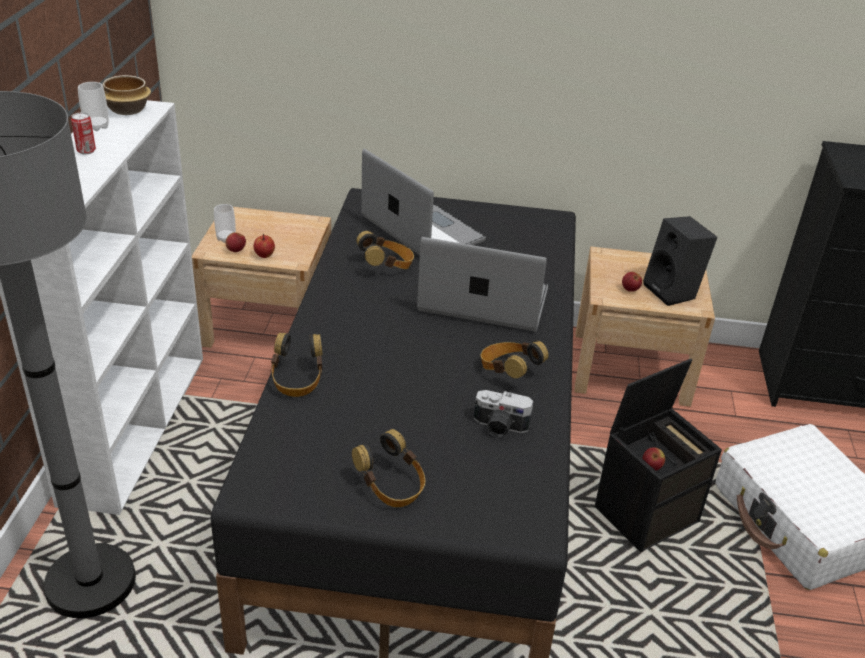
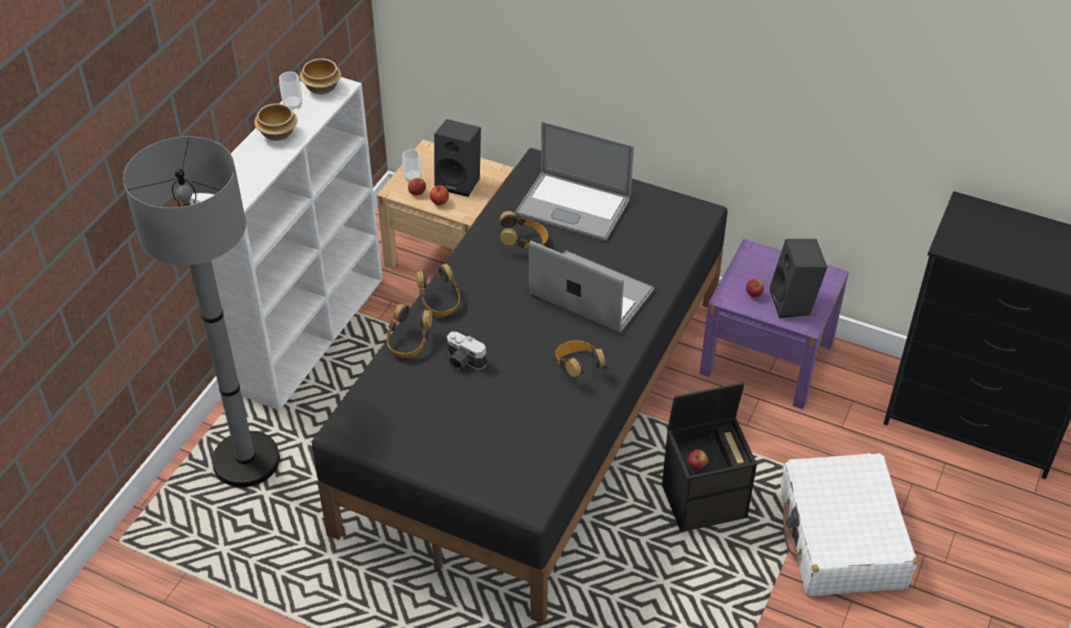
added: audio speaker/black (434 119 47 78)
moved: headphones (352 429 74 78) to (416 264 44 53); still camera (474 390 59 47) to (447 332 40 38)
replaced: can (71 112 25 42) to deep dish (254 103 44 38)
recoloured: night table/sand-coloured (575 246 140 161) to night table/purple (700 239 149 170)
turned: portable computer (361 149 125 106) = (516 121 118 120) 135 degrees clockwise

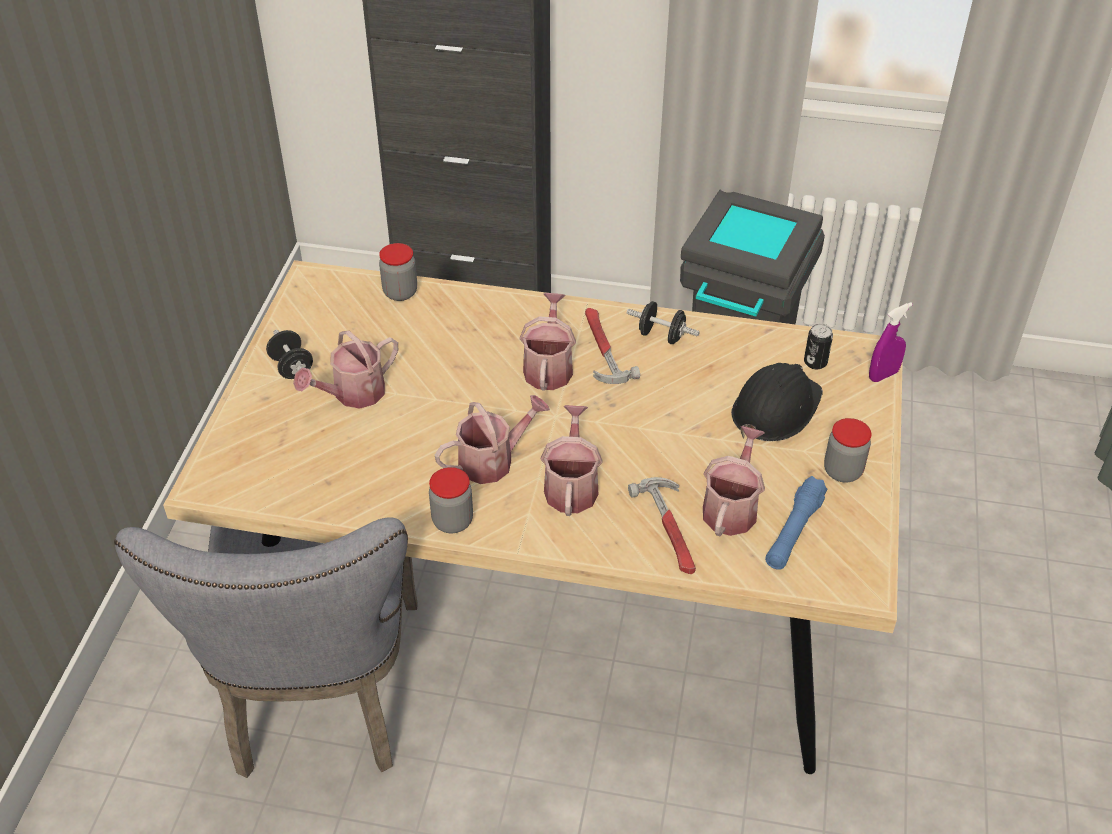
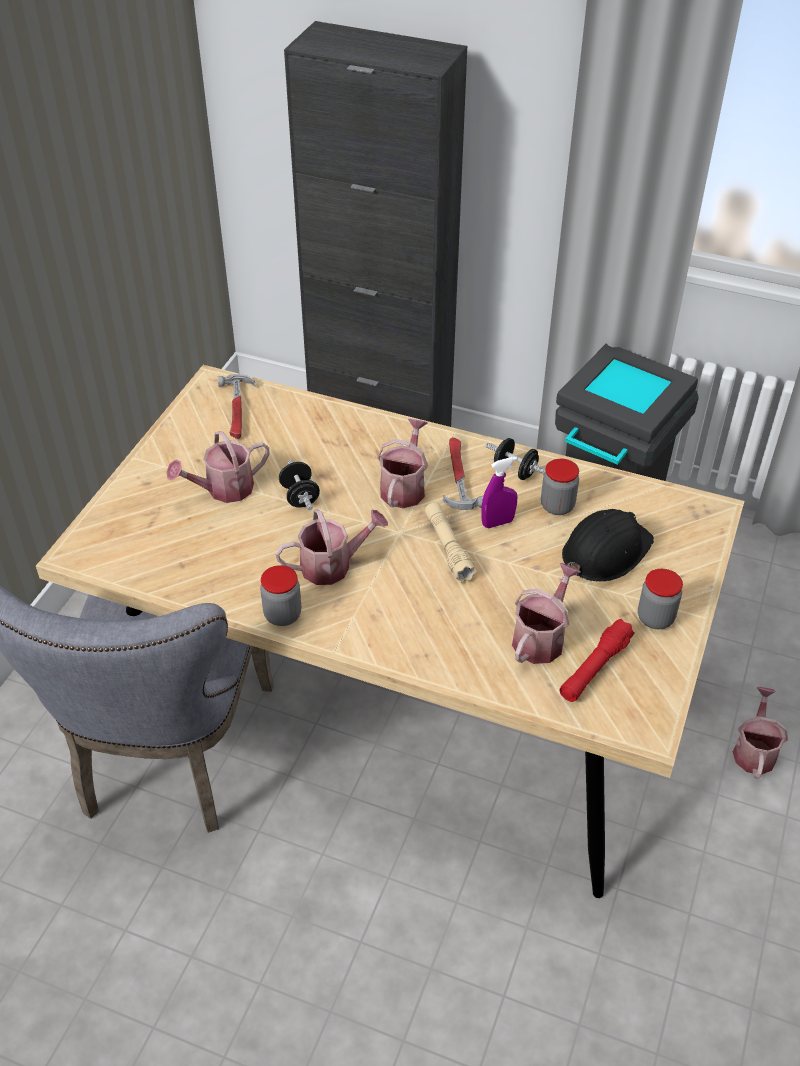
removed: can (804 324 29 45)
added: torch/sand-coloured (425 502 52 81)
moved: free weight/black (266 330 47 49) to (279 460 41 50); storage jar (379 243 38 58) to (541 459 38 56); sprinkling can (541 405 62 111) to (733 687 55 92); hand hammer (628 477 68 97) to (218 374 38 65); spray bottle/purple (869 302 44 80) to (481 457 36 71)
recoloured: torch/blue (765 476 62 94) to torch/red-coloured (559 619 76 83)

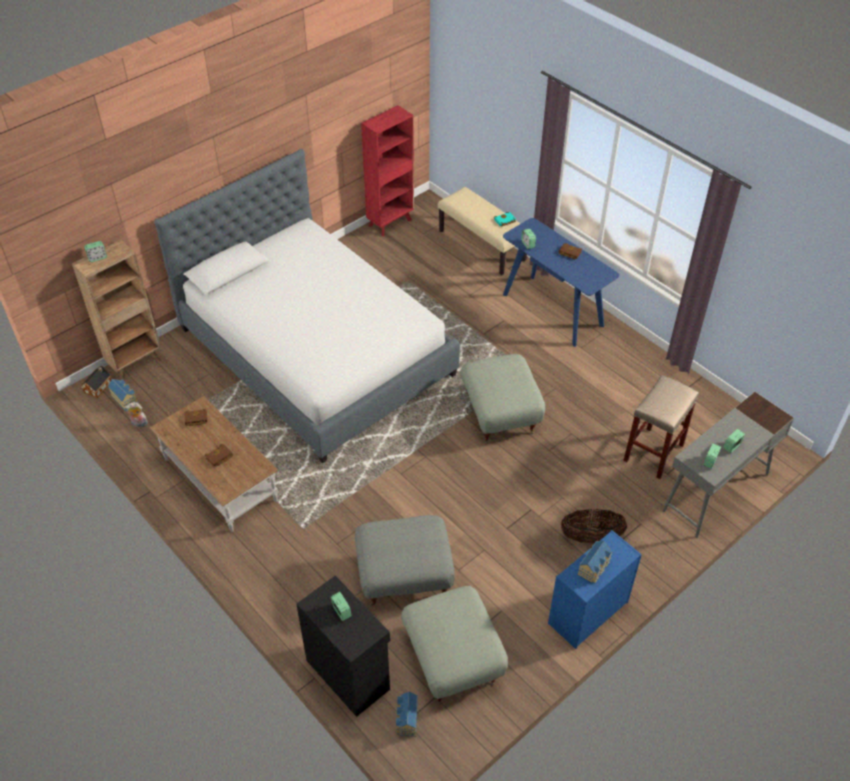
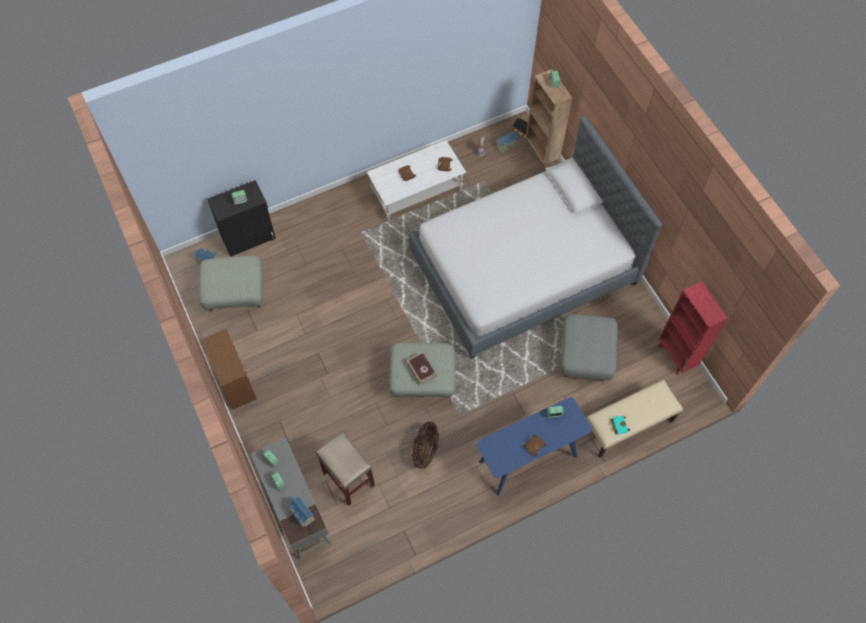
added: bound book (407 352 29 33)
moved: footrest/gray (355 515 100 90) to (561 314 57 69); storage basket (561 509 66 35) to (412 422 27 47); miniature house (577 541 35 42) to (288 497 27 30)
recoloured: lounge table/brown-coloured (150 396 128 136) to lounge table/white-coloured (367 140 99 81); drawer chest/blue (548 530 94 119) to drawer chest/brown-coloured (201 330 56 79)

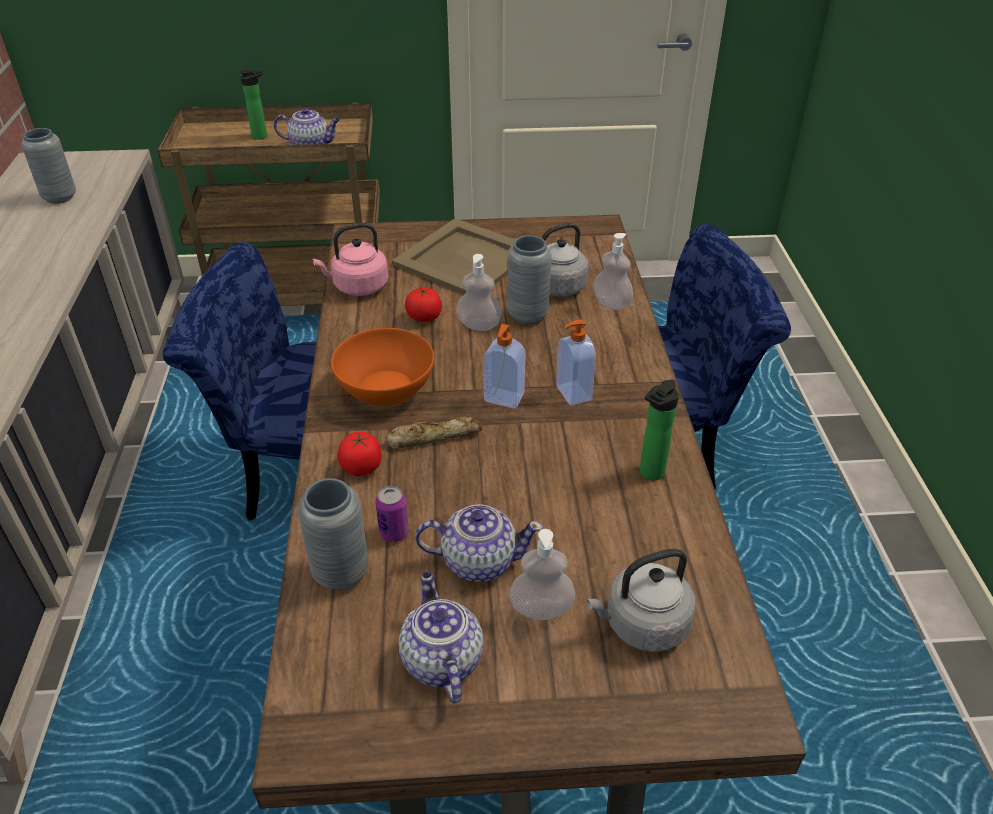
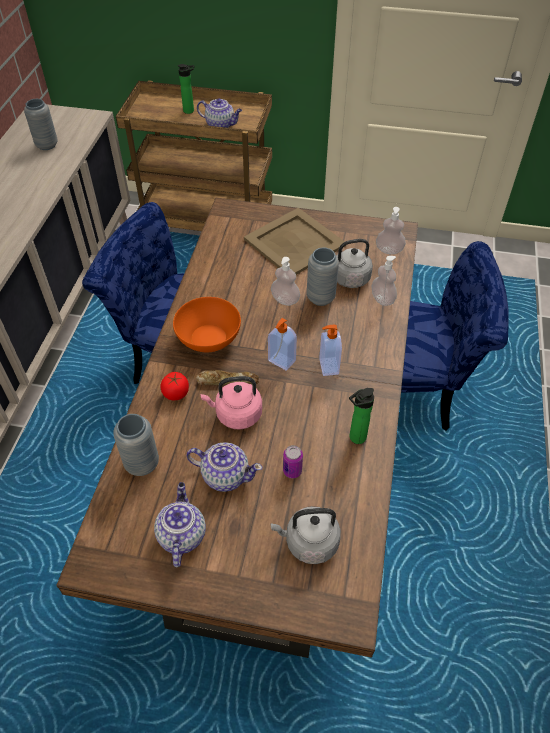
removed: fresh tomato (405 287 37 35)
moved: tea kettle/pinkish (312 223 77 73) to (201 376 61 54); can (375 486 34 56) to (283 445 20 33); soap bottle (510 529 65 91) to (376 207 30 47)

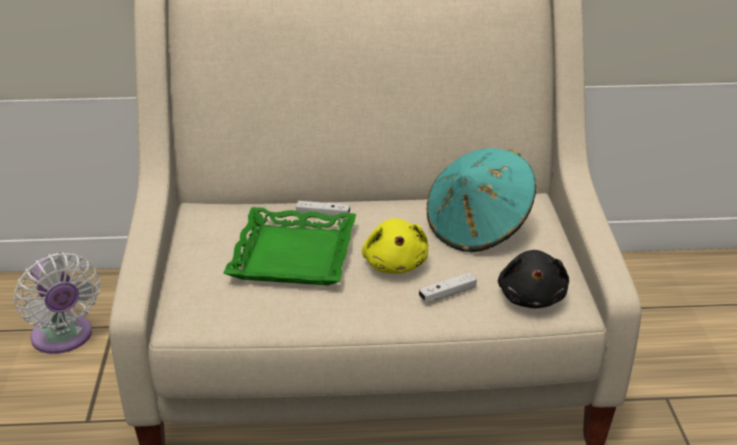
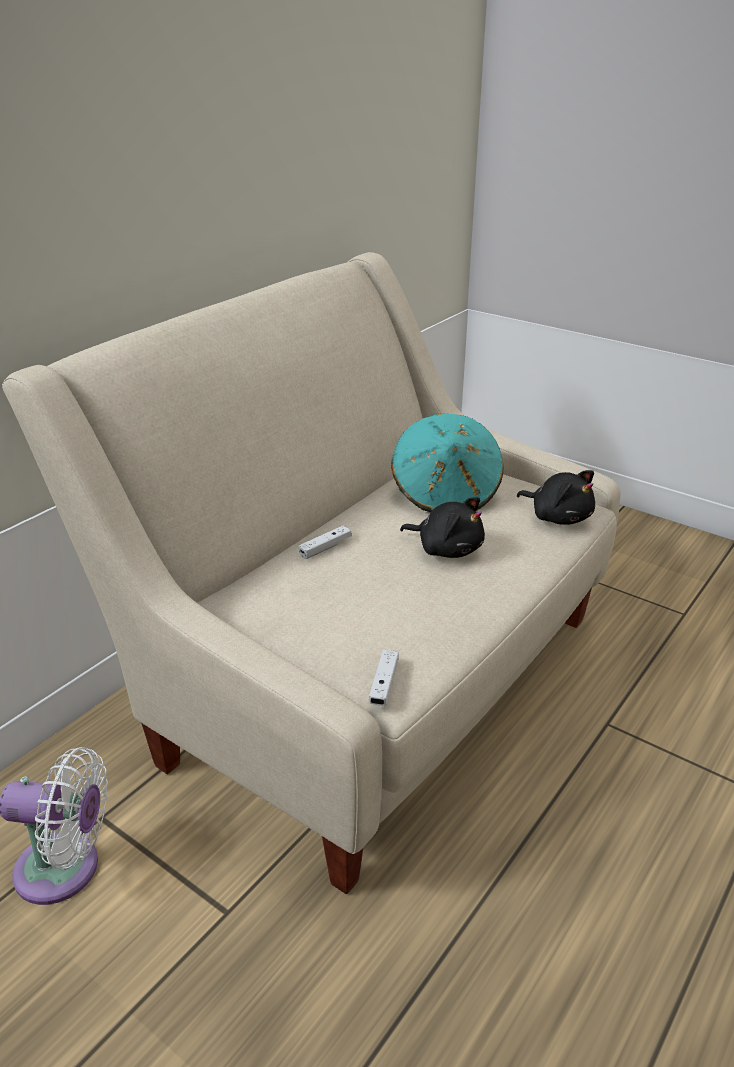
removed: carrying tray/green-coloured (223 207 133 79)
moved: joypad/white-coloured (419 273 58 29) to (369 650 30 56)
recoloured: plush toy/yellow (362 218 66 56) to plush toy/black (400 497 85 61)

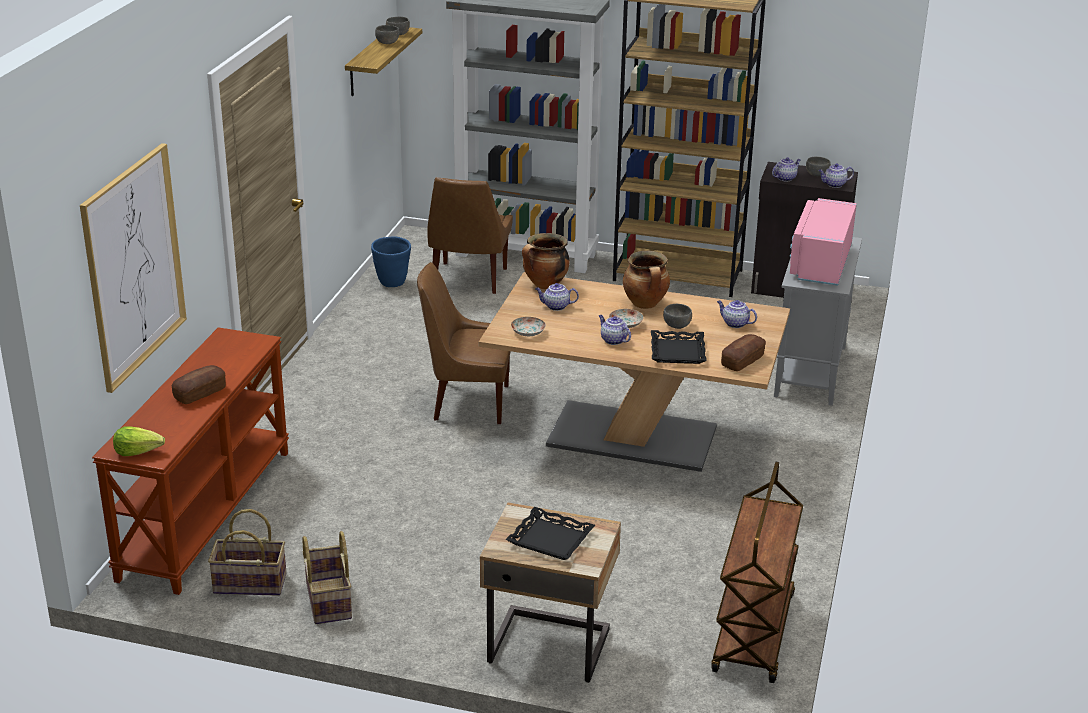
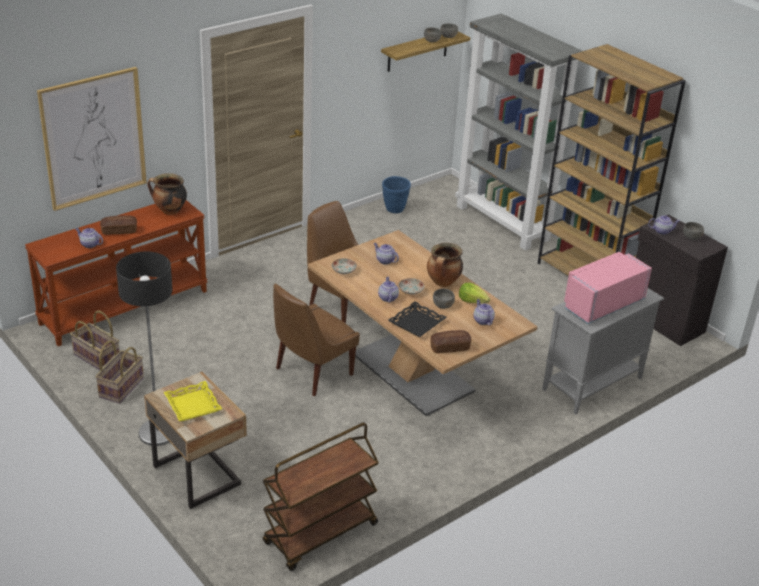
added: standard lamp (116 252 57 194)
moved: lettuce head (113 426 52 30) to (459 283 31 20); upright chair/brown-coloured (427 177 86 117) to (273 284 87 112); saucepot (522 233 48 56) to (147 173 40 42); pot for tea (818 163 36 25) to (76 228 27 20)
recoloured: carrying tray/black (505 507 90 53) to carrying tray/yellow (164 381 58 40)

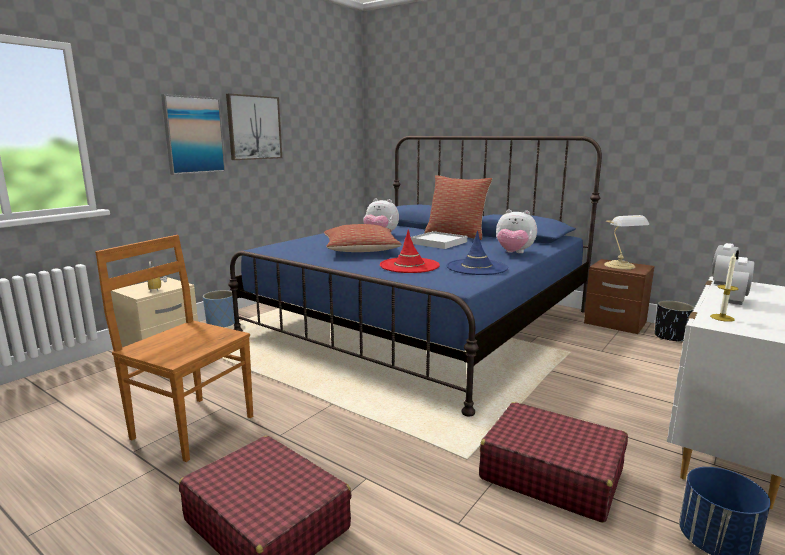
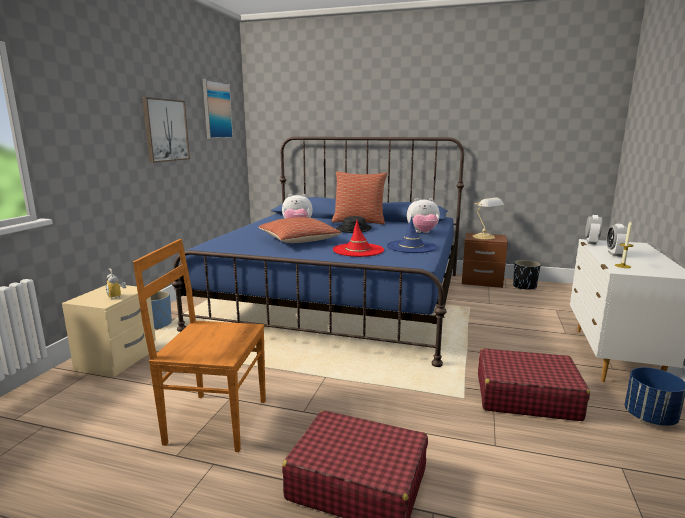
moved: wall art (161 94 65 81) to (203 79 30 60)
replaced: carrying tray/white-coloured (411 231 56 18) to hat/black (336 216 36 17)

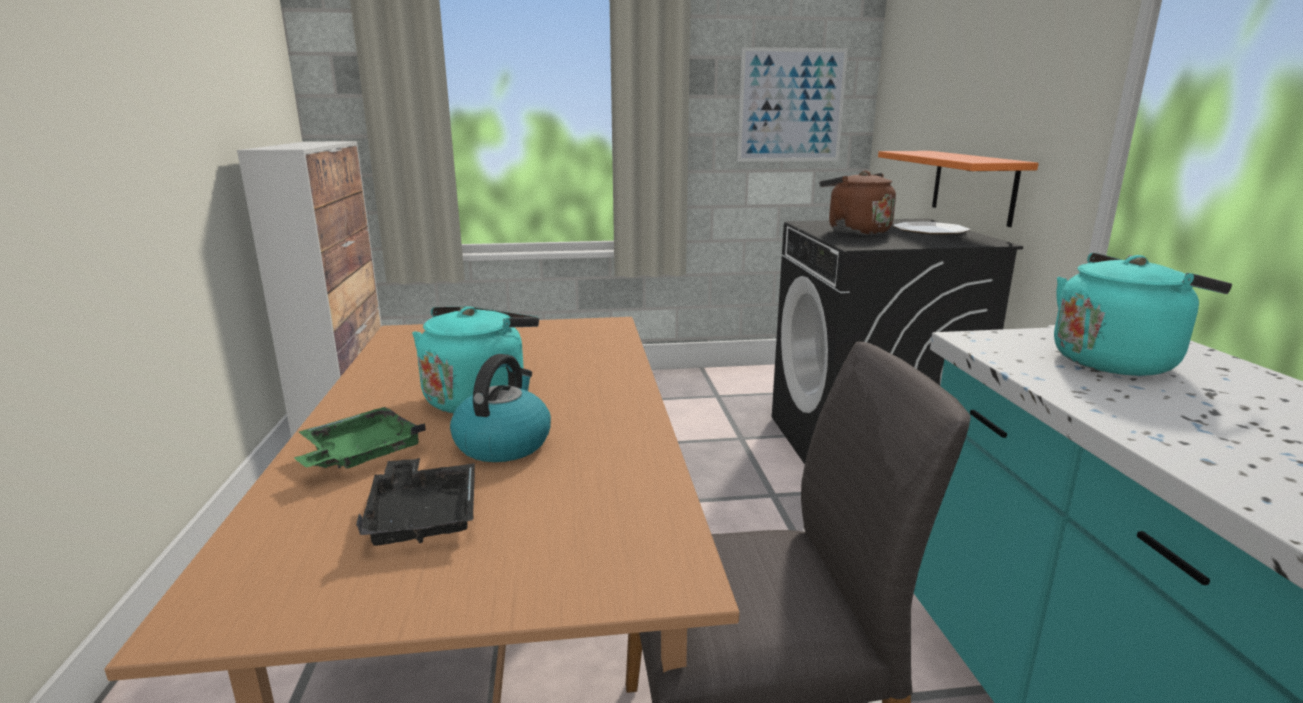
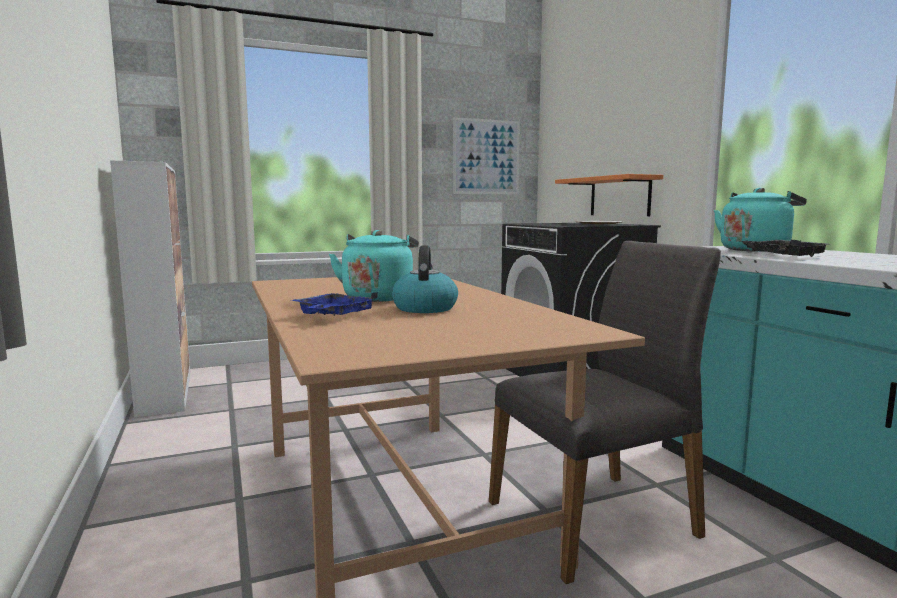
removed: tea kettle/brown-coloured (819 170 77 65)
moved: carrying tray/black (356 458 119 88) to (740 240 88 17)
recoloured: carrying tray/green-coloured (294 407 132 62) to carrying tray/blue (291 292 87 24)

